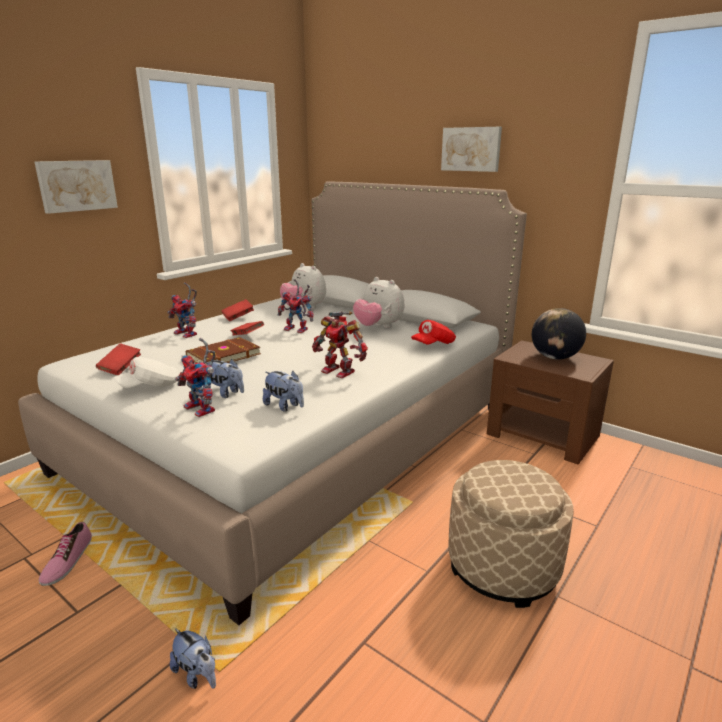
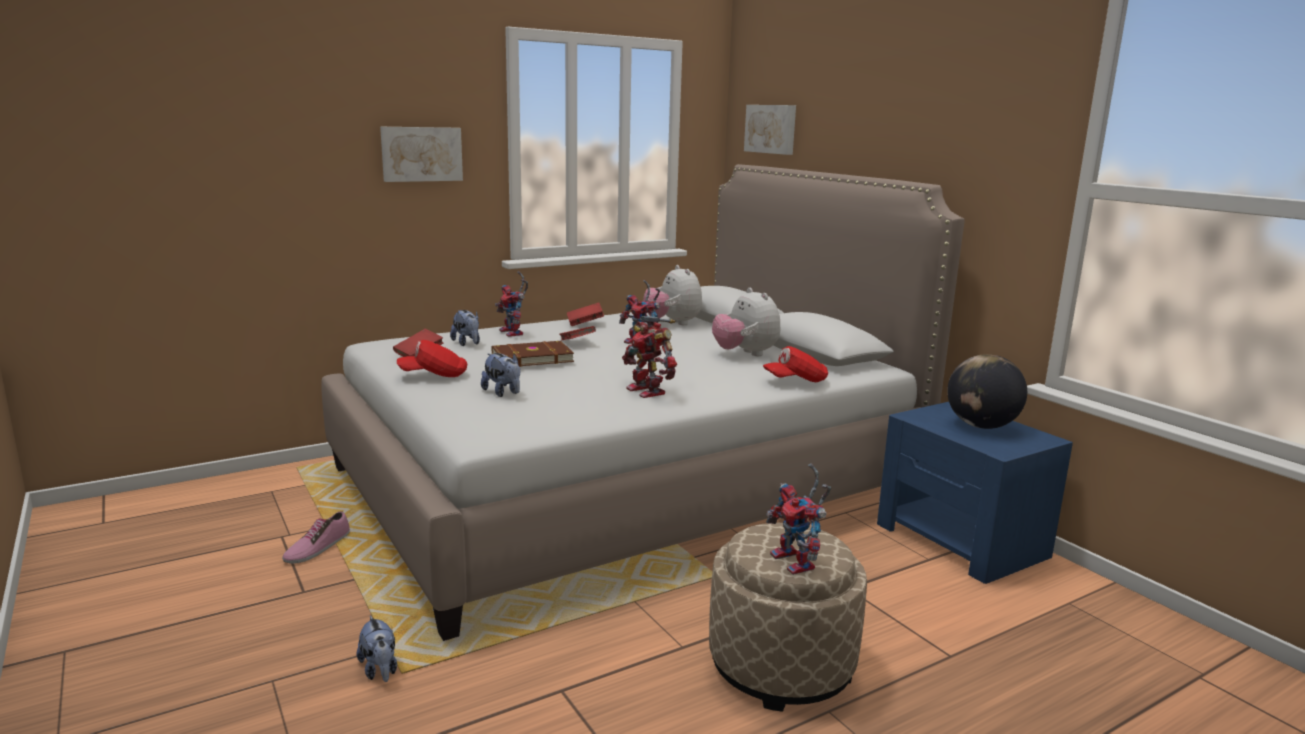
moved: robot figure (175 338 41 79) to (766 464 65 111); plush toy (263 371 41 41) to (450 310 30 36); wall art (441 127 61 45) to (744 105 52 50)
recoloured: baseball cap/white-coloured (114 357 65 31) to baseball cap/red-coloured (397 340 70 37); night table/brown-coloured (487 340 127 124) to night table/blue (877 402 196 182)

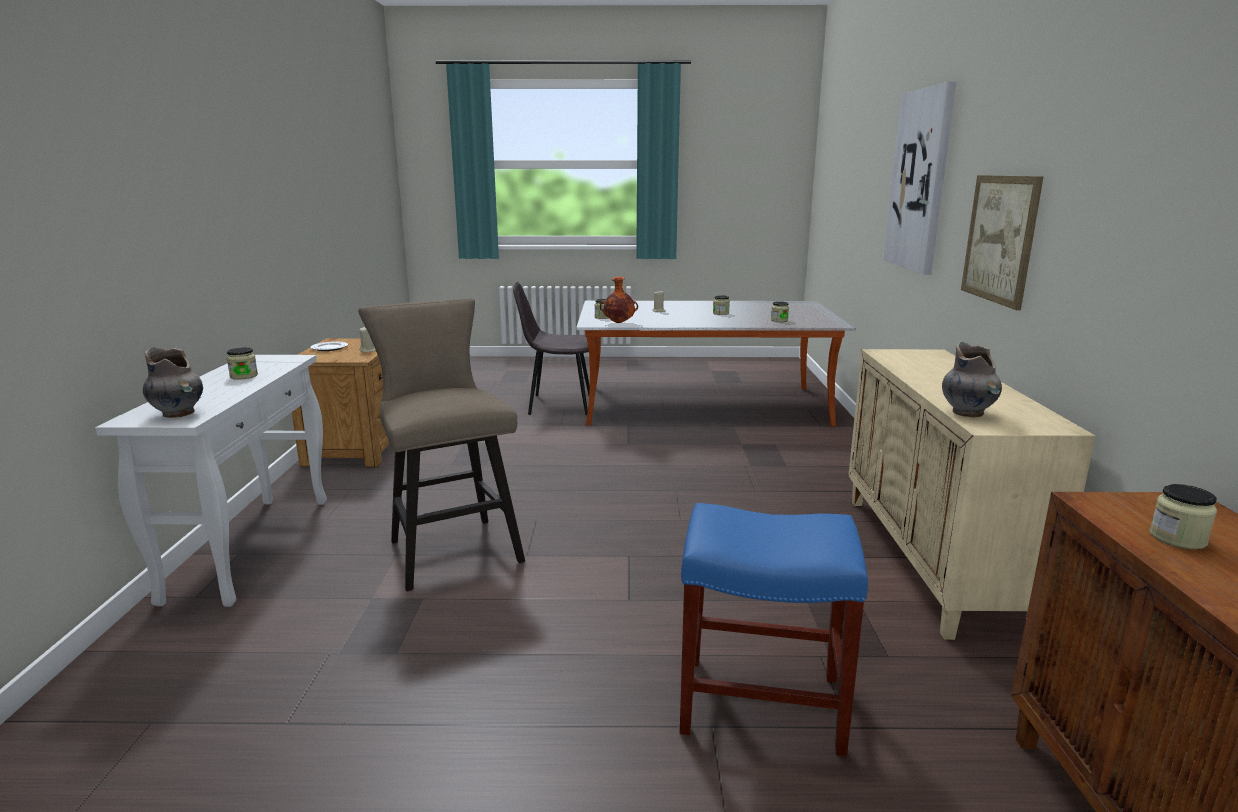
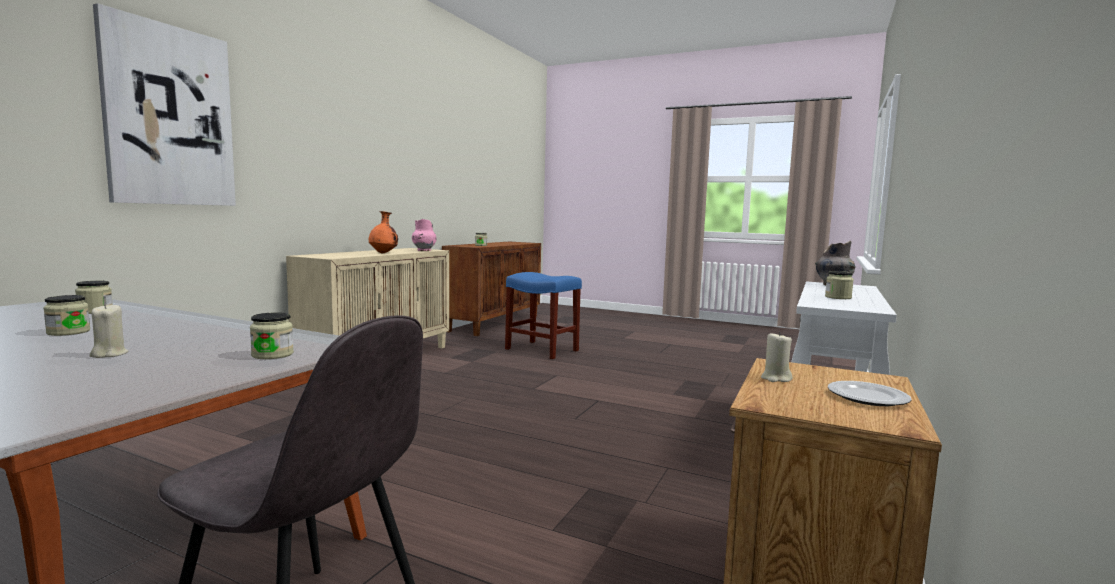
removed: stool seat/sand-coloured (358 298 167 293); wall art (961 175 83 135)
moved: flower vase/orange (600 277 38 46) to (369 211 29 43)
recoloured: flower vase/gray (942 341 60 76) to flower vase/pinkish (412 219 25 32)

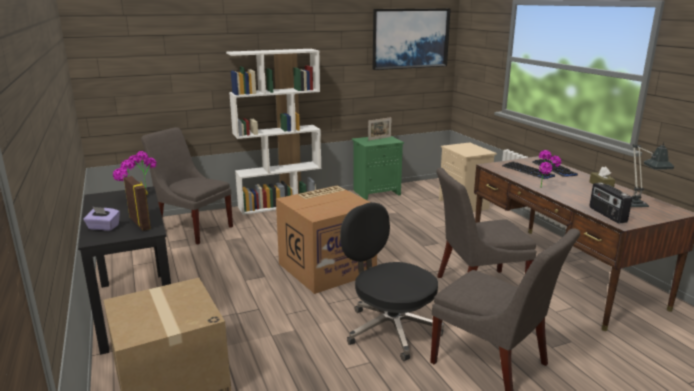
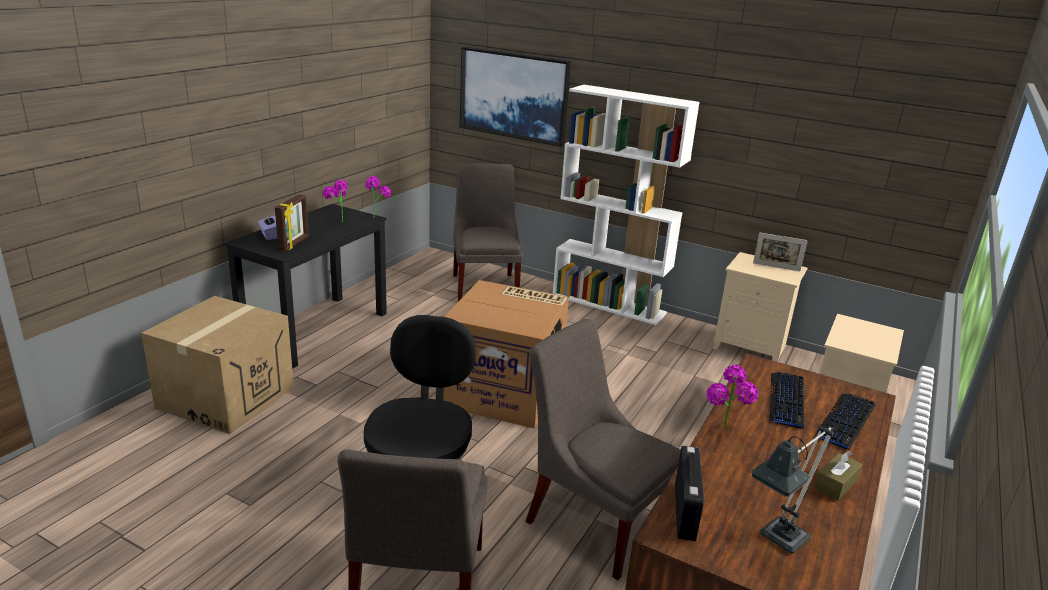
moved: wall art (373 8 78 62) to (460 46 111 101)
recoloured: night table/green-coloured (351 136 53 64) to night table/sand-coloured (713 252 94 110)
turned: radio receiver (589 183 43 40) = (675 446 29 95) 150 degrees clockwise

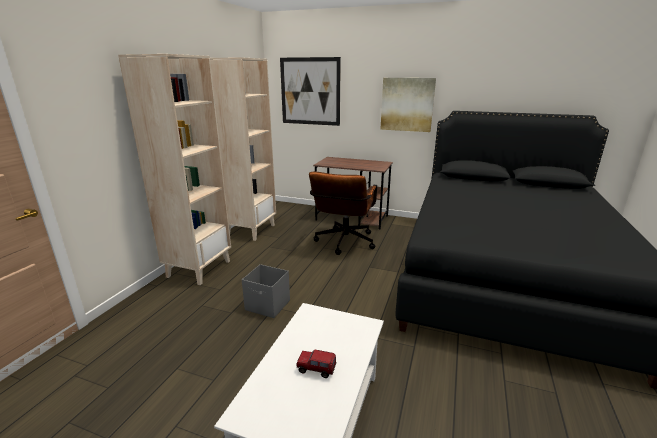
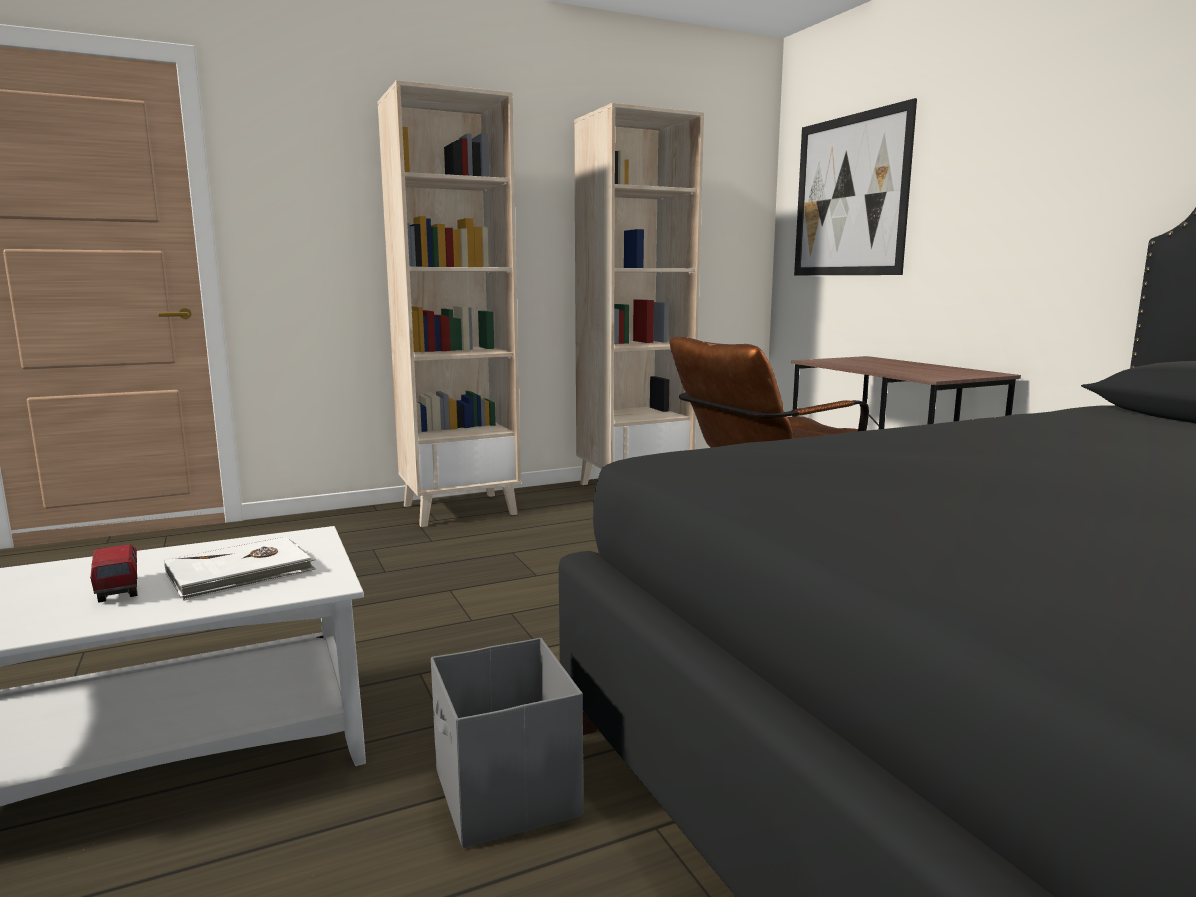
removed: wall art (380 78 56 54)
added: bound book/white-coloured (164 536 152 65)
moved: storage container/gray (242 264 48 54) to (431 638 152 210)

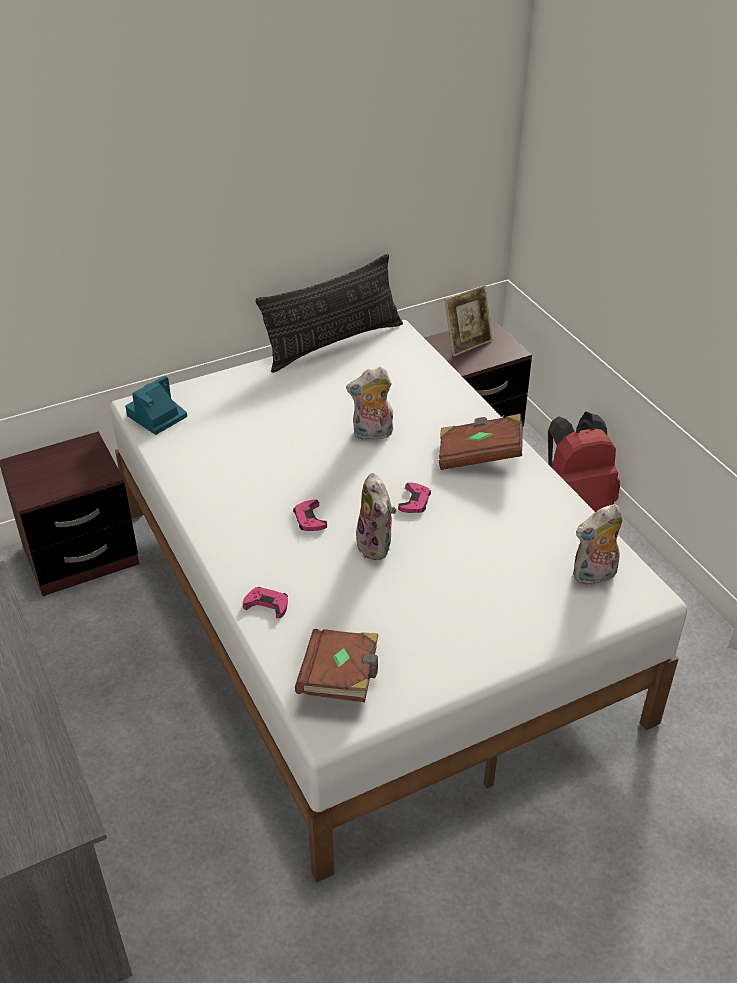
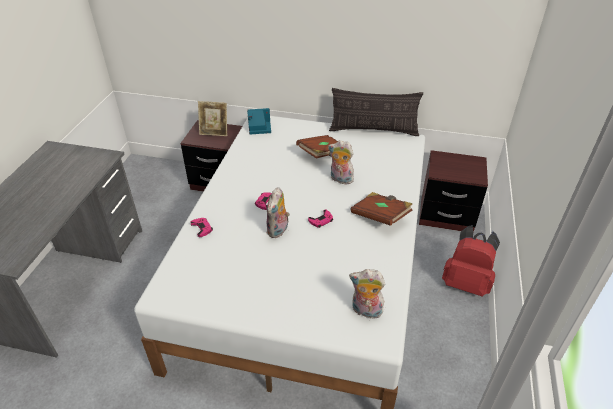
moved: bound book/brown-coloured (295 629 84 73) to (296 135 42 24); photo frame (445 285 48 71) to (198 101 29 35)

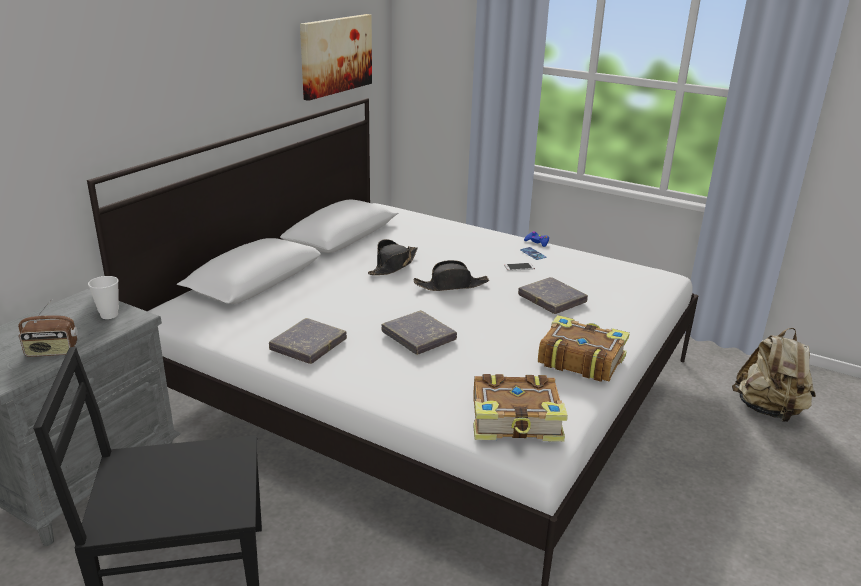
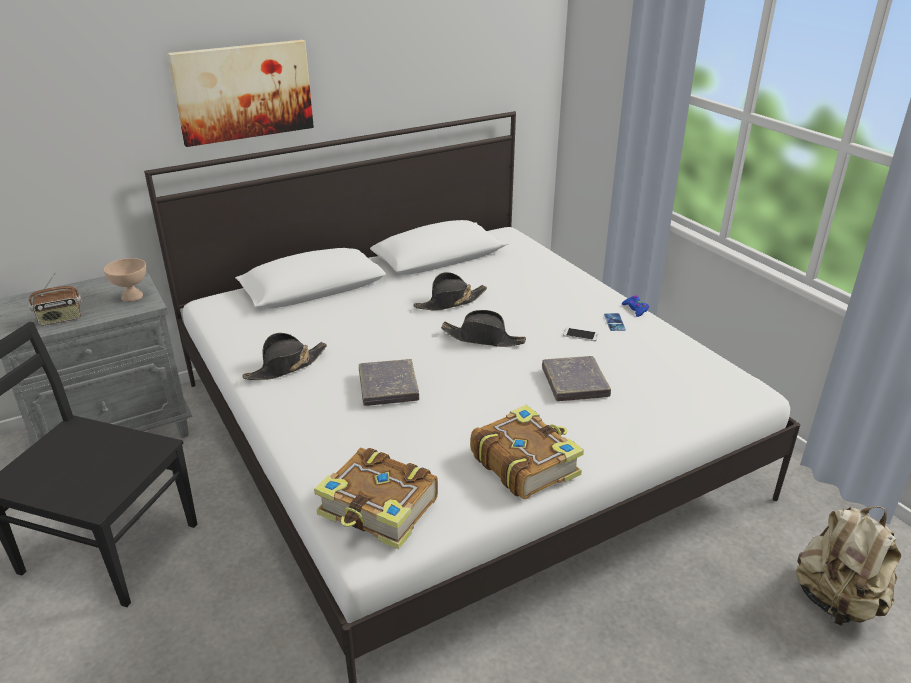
moved: wall art (300 14 72 87) to (167 40 147 107)
replaced: drinking cup (88 276 31 43) to deep dish/sand-coloured (104 258 42 44); bound book/gray (269 318 78 46) to hat/black (242 333 85 47)
turned: radio receiver (18 299 60 58) = (29 272 53 54) 45 degrees counterclockwise

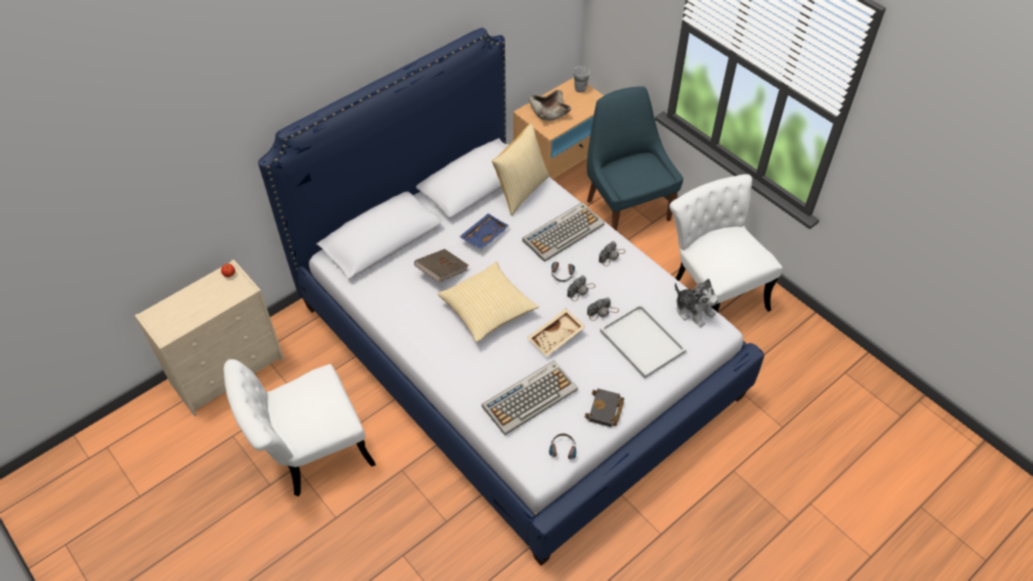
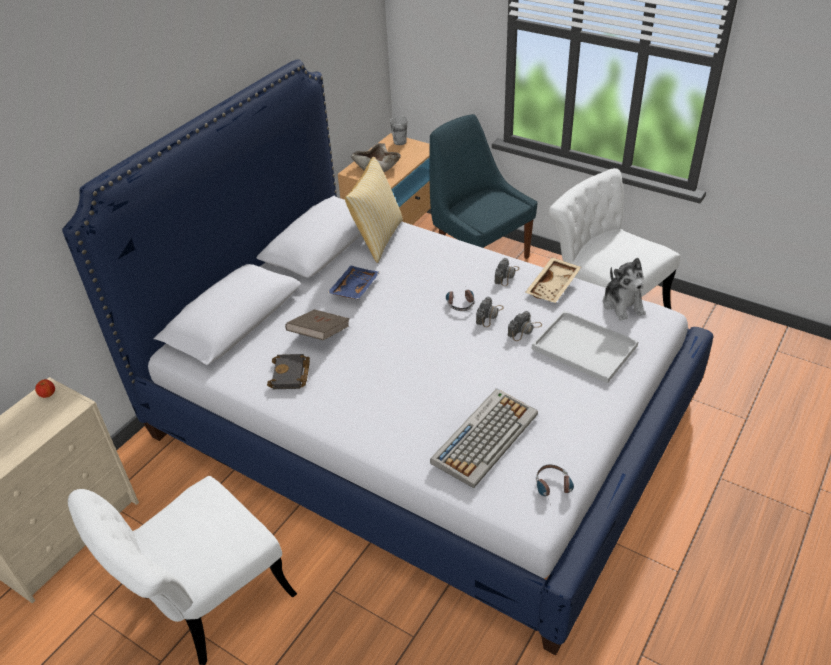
removed: cushion (438 261 101 81); computer keyboard (522 202 82 60)
moved: carrying tray/sand-coloured (527 309 59 48) to (525 258 56 45); bound book/black (585 389 39 38) to (267 354 43 35)
turned: plush toy (675 279 43 48) = (603 258 43 63) 45 degrees clockwise

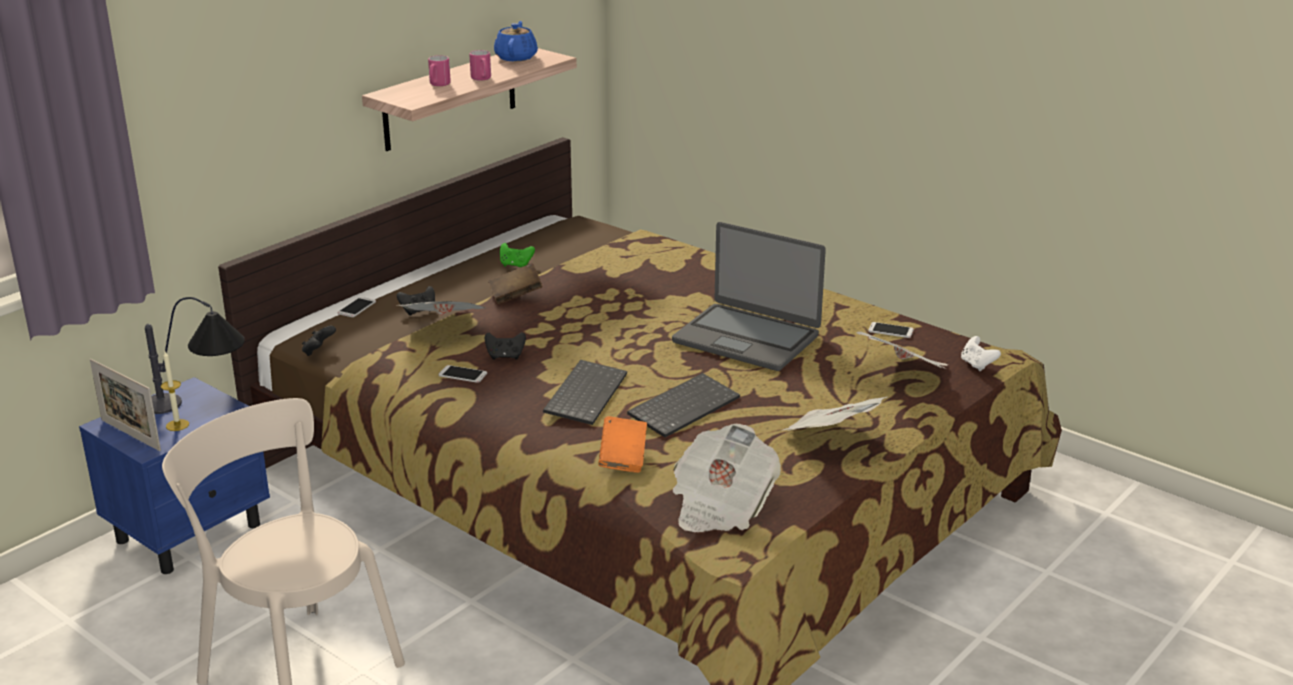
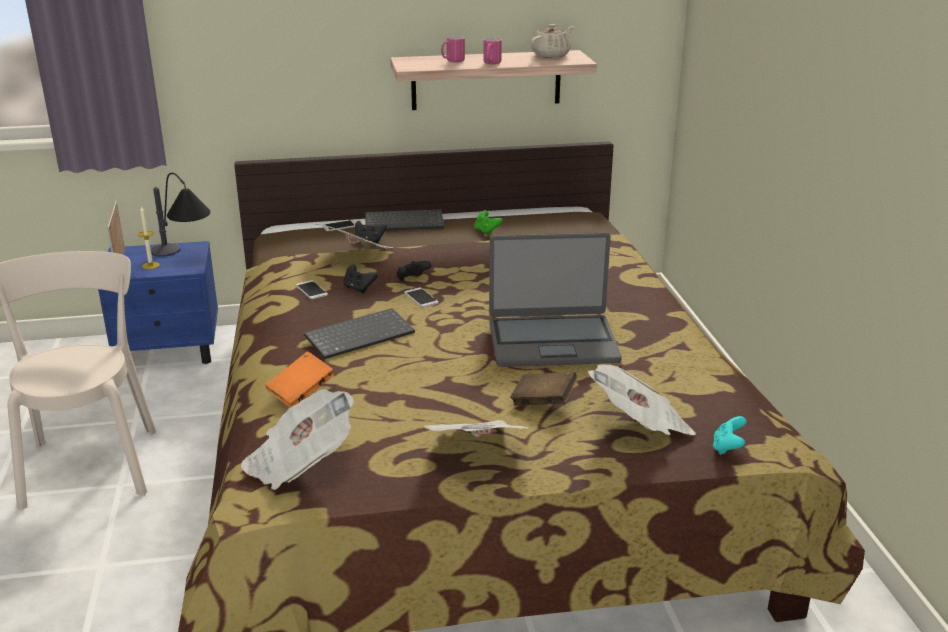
moved: joypad/black (302 326 34 30) to (397 261 34 20); bound book/brown-coloured (488 263 54 41) to (510 372 67 34); computer keyboard (627 373 113 64) to (365 209 79 22); handset (868 322 46 16) to (404 288 35 20)
recoloured: pot for tea/blue (494 21 44 40) to pot for tea/sand-coloured (531 24 42 34); joypad/white-coloured (961 336 40 35) to joypad/turquoise-coloured (713 416 34 39)
turned: portable computer (672 222 154 149) = (489 233 133 134) 75 degrees counterclockwise

